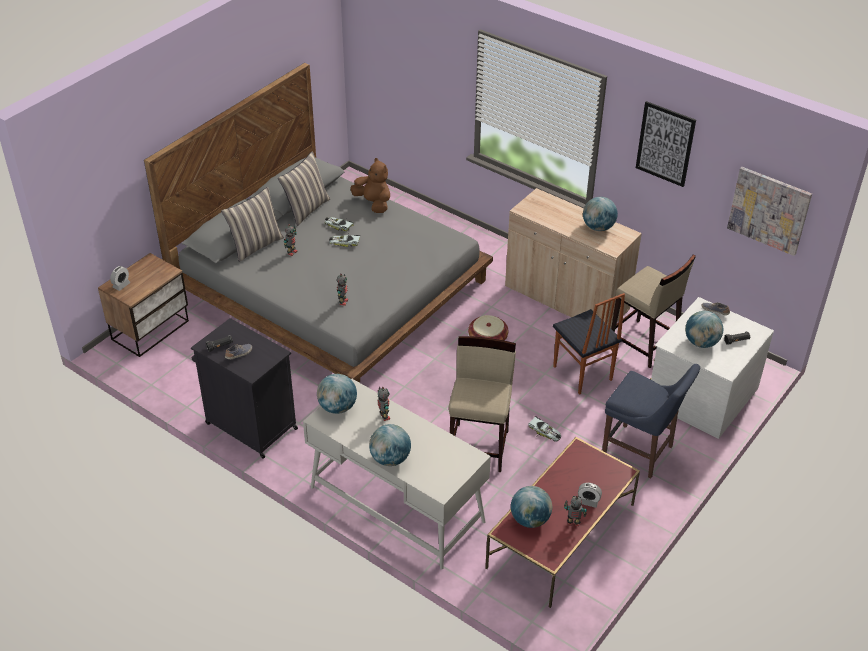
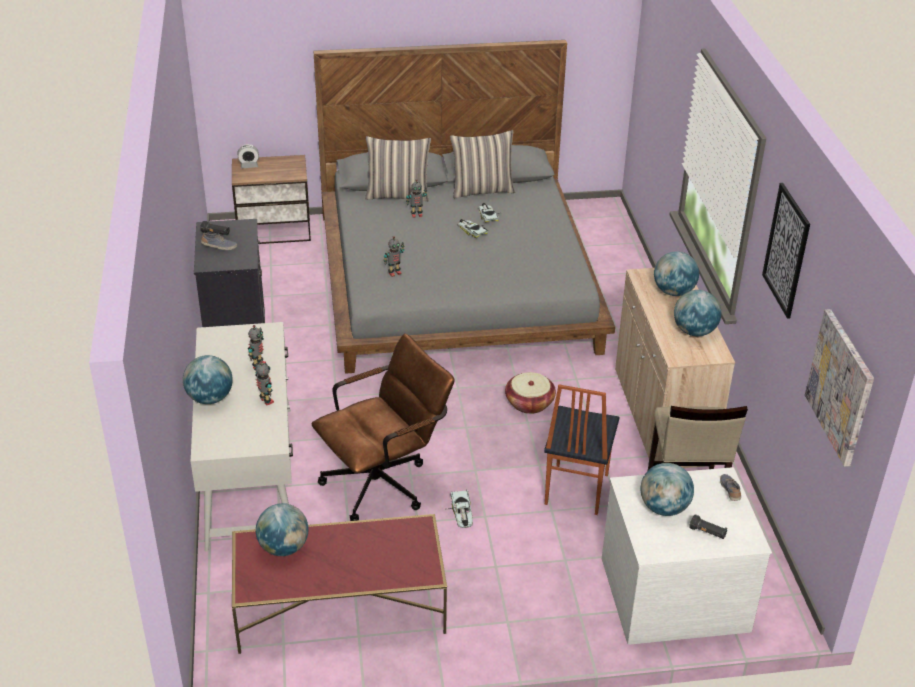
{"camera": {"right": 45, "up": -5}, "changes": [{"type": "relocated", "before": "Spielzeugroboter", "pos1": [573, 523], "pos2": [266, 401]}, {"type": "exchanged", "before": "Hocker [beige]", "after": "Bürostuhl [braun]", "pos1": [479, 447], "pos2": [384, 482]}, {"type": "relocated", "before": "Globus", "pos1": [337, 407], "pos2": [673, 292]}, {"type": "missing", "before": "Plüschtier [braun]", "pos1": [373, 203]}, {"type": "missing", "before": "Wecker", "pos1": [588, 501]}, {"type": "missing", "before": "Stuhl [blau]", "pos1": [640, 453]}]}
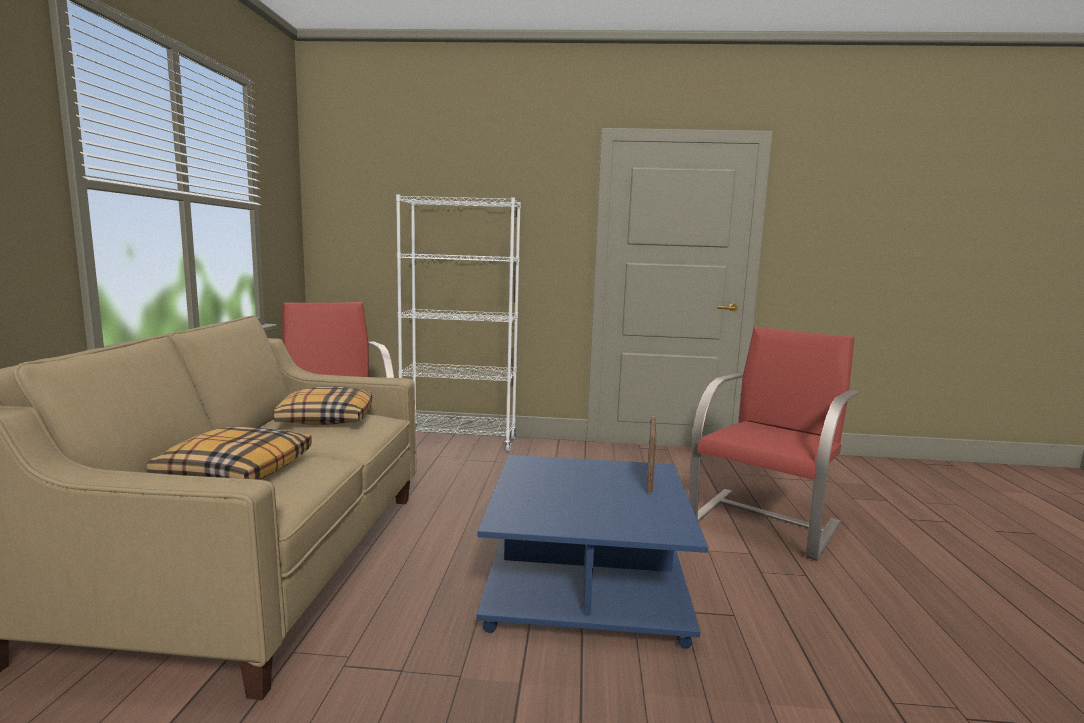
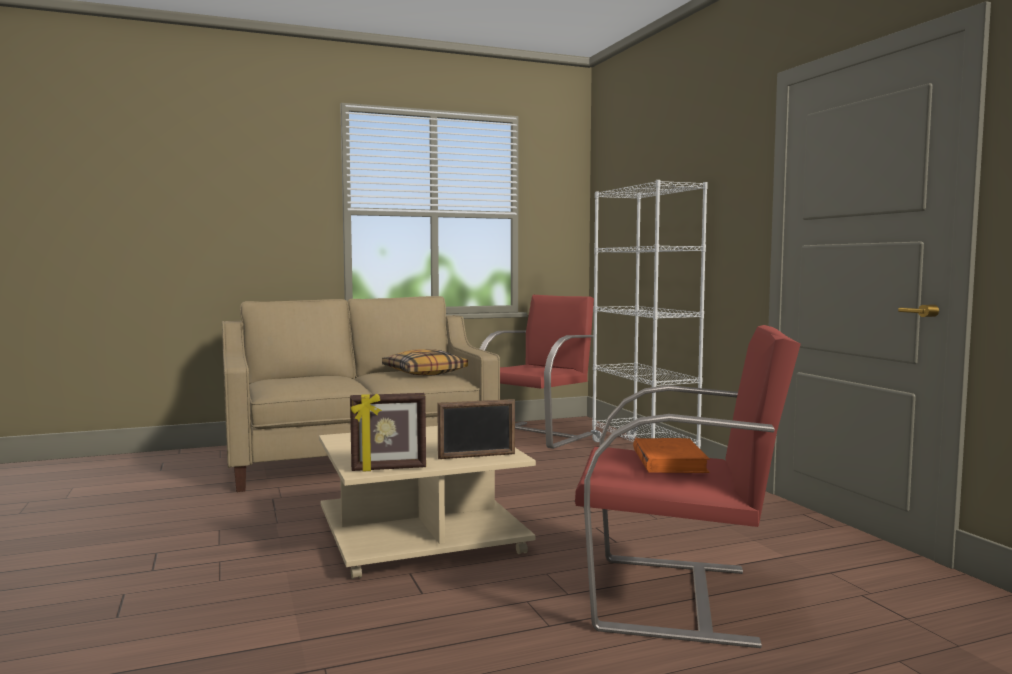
{"camera": {"right": 65, "up": -5}, "changes": [{"type": "colour", "before": "Couchtisch [blau]", "after": "Couchtisch [beige]", "pos1": [584, 582], "pos2": [422, 534]}, {"type": "appeared", "after": "Bilderrahmen", "pos2": [389, 469]}, {"type": "appeared", "after": "Buch [orange]", "pos2": [669, 461]}, {"type": "missing", "before": "Kissen", "pos1": [236, 470]}]}
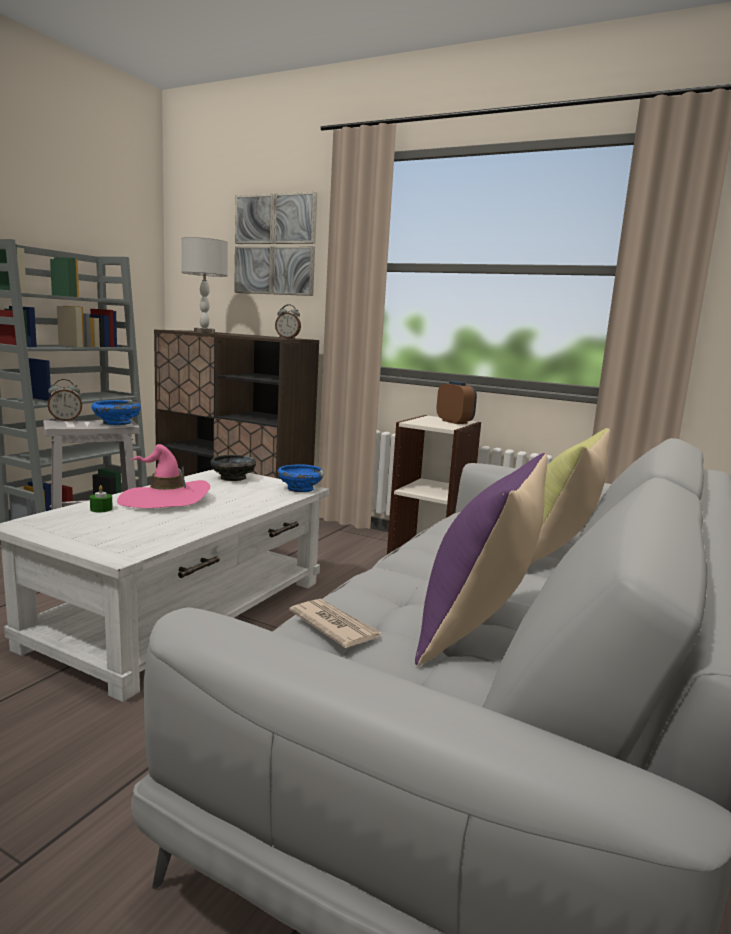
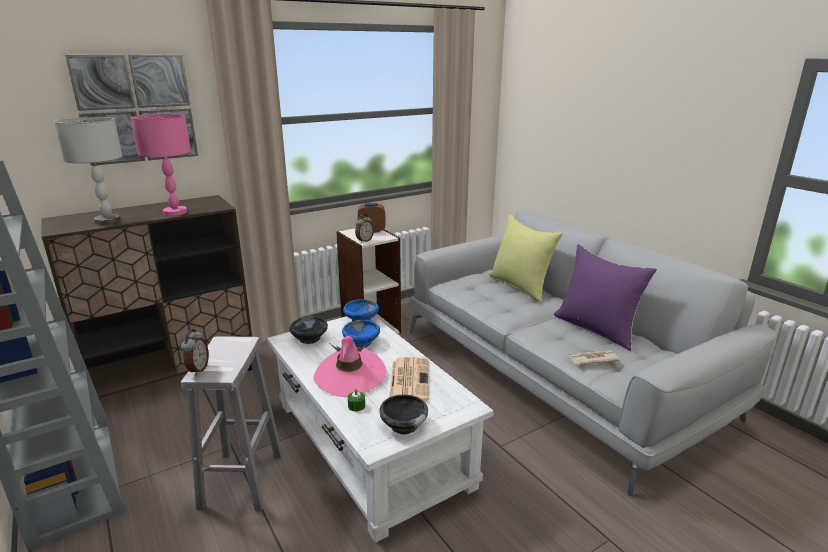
{"camera": {"right": -60, "up": 10}, "changes": [{"type": "appeared", "after": "Tischlampe [rosa]", "pos2": [175, 212]}, {"type": "relocated", "before": "Schüssel [blau]", "pos1": [116, 423], "pos2": [361, 342]}, {"type": "relocated", "before": "Wecker", "pos1": [287, 338], "pos2": [364, 241]}, {"type": "appeared", "after": "Schüssel [schwarz]", "pos2": [404, 425]}, {"type": "appeared", "after": "Zeitung", "pos2": [409, 379]}]}
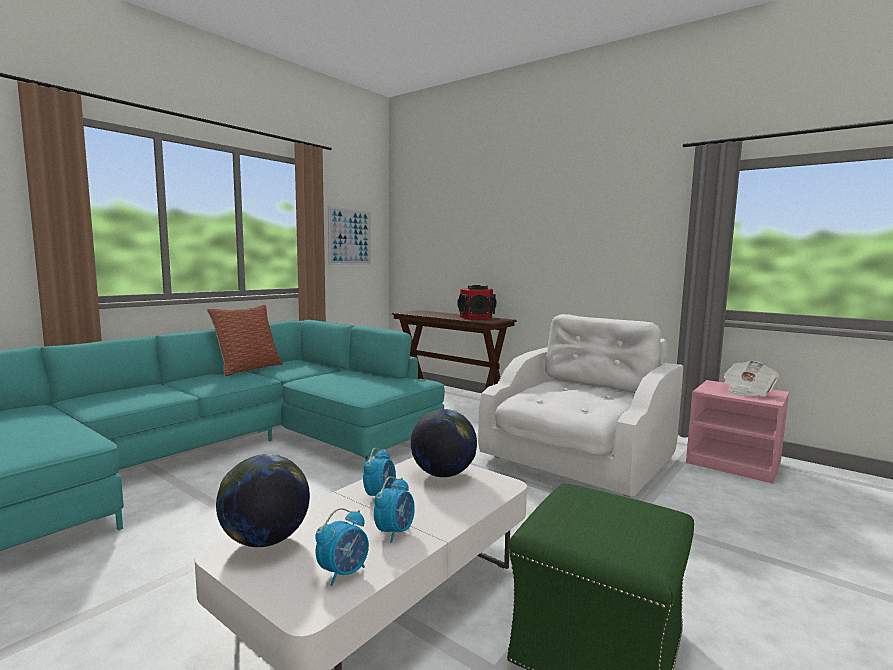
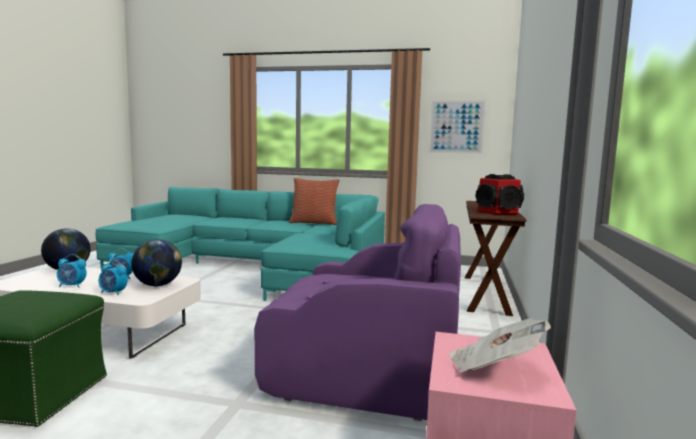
{"camera": {"right": 65, "up": 0}, "changes": [{"type": "relocated", "before": "Wecker", "pos1": [344, 572], "pos2": [113, 293]}, {"type": "colour", "before": "Sessel [weiß]", "after": "Sessel [lila]", "pos1": [578, 460], "pos2": [364, 367]}]}
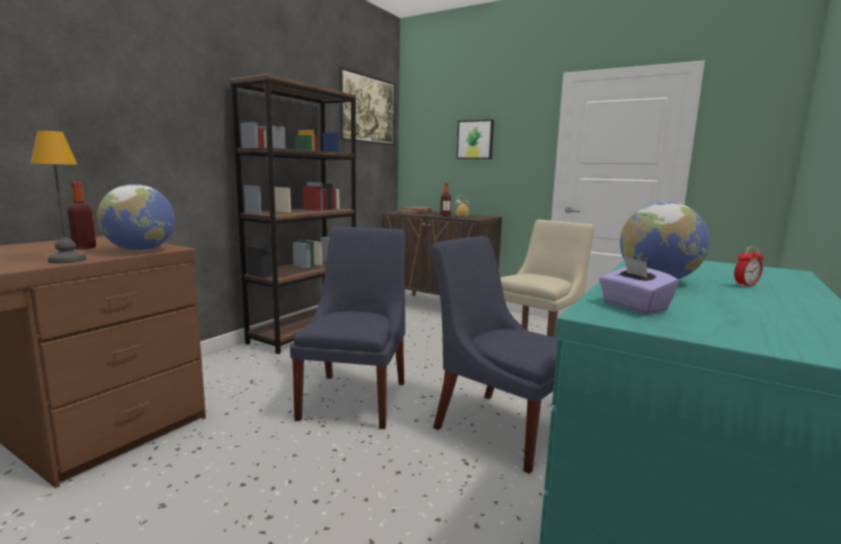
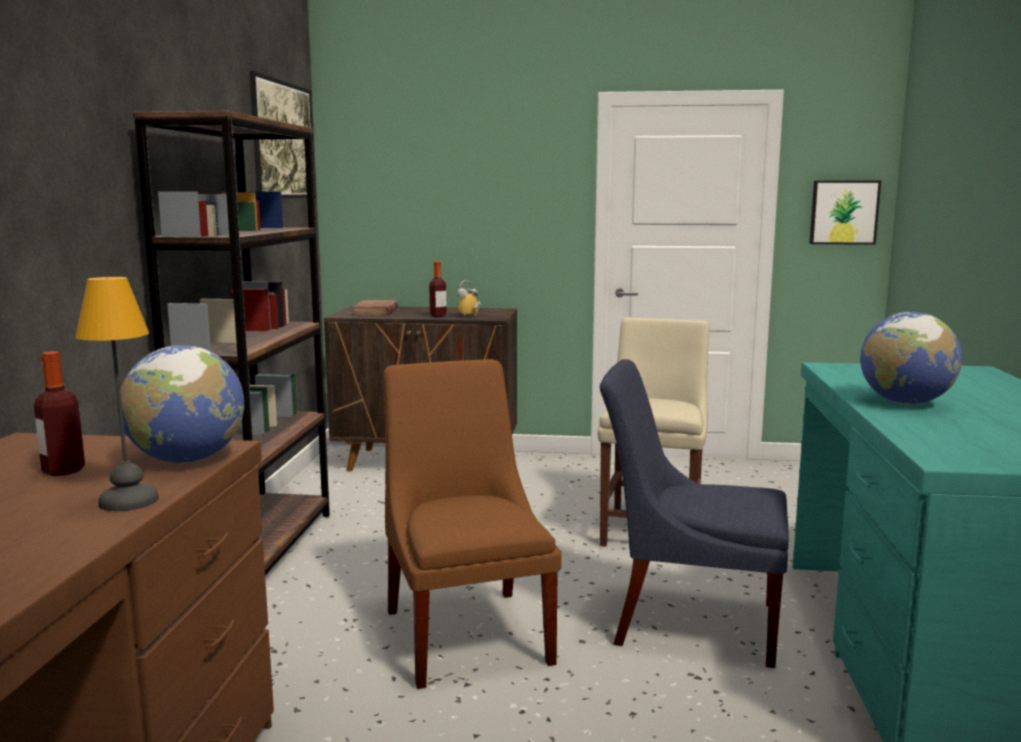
{"camera": {"right": -25, "up": 0}, "changes": [{"type": "colour", "before": "Stuhl [blau]", "after": "Stuhl [braun]", "pos1": [356, 397], "pos2": [466, 631]}, {"type": "relocated", "before": "Bild", "pos1": [475, 139], "pos2": [843, 212]}, {"type": "missing", "before": "Taschentuchbox [lila]", "pos1": [633, 307]}, {"type": "missing", "before": "Wecker", "pos1": [745, 285]}]}
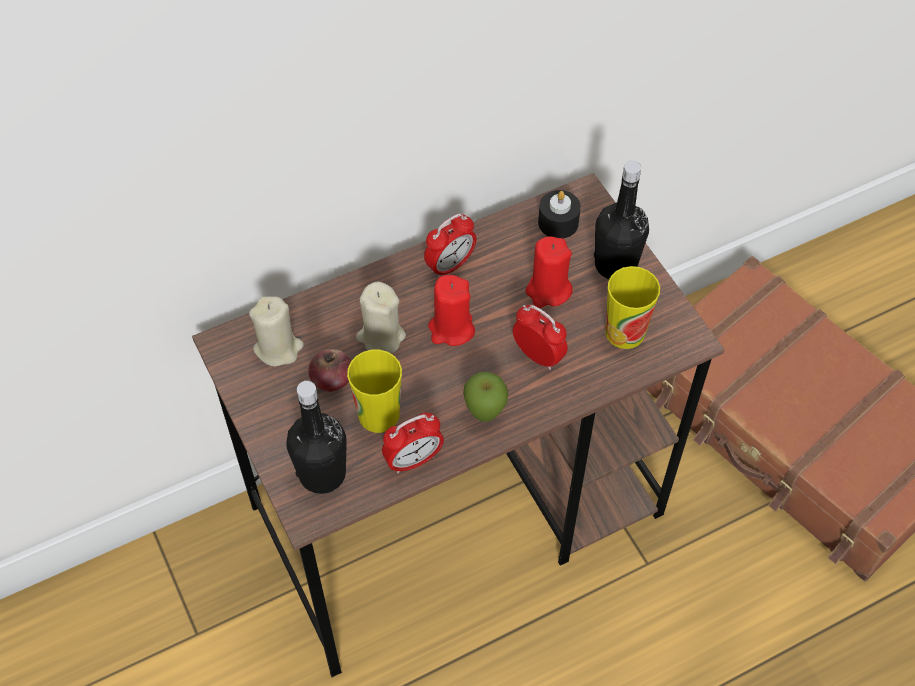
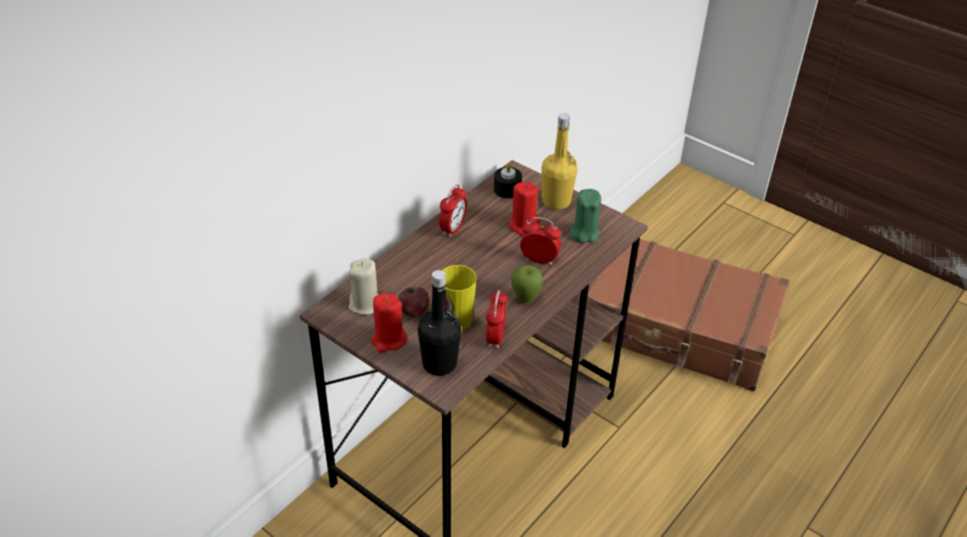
{"camera": {"right": -25, "up": -15}, "changes": [{"type": "relocated", "before": "Kerze [rot]", "pos1": [451, 329], "pos2": [388, 340]}, {"type": "spun", "before": "Wecker", "pos1": [413, 460], "pos2": [495, 338], "turn": 150}, {"type": "colour", "before": "Flasche [schwarz]", "after": "Flasche [gelb]", "pos1": [615, 265], "pos2": [556, 201]}, {"type": "exchanged", "before": "Tasse", "after": "Kerze [grün]", "pos1": [625, 332], "pos2": [584, 233]}, {"type": "missing", "before": "Kerze [beige]", "pos1": [381, 336]}]}
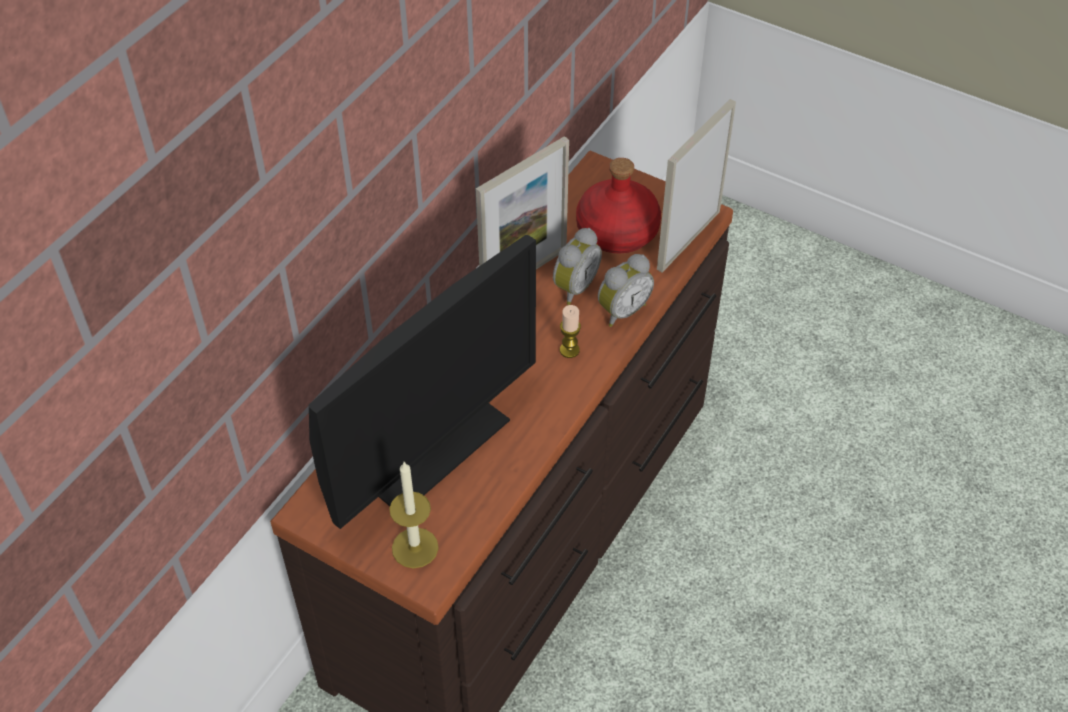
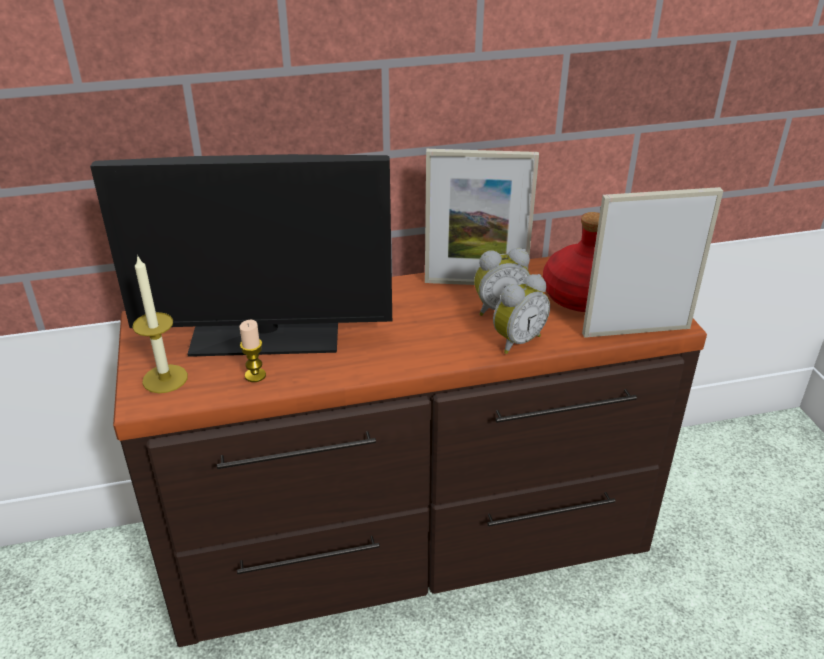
{"camera": {"right": 45, "up": -15}, "changes": [{"type": "relocated", "before": "Kerze", "pos1": [569, 350], "pos2": [255, 375]}, {"type": "spun", "before": "Wecker", "pos1": [621, 310], "pos2": [516, 341], "turn": -45}]}
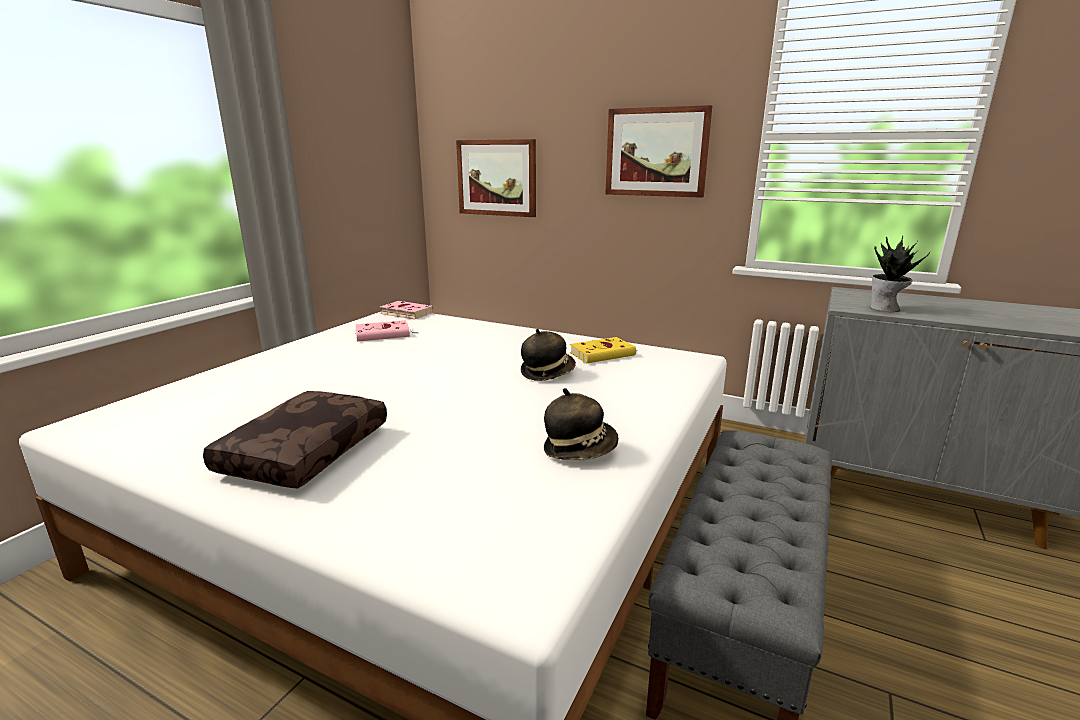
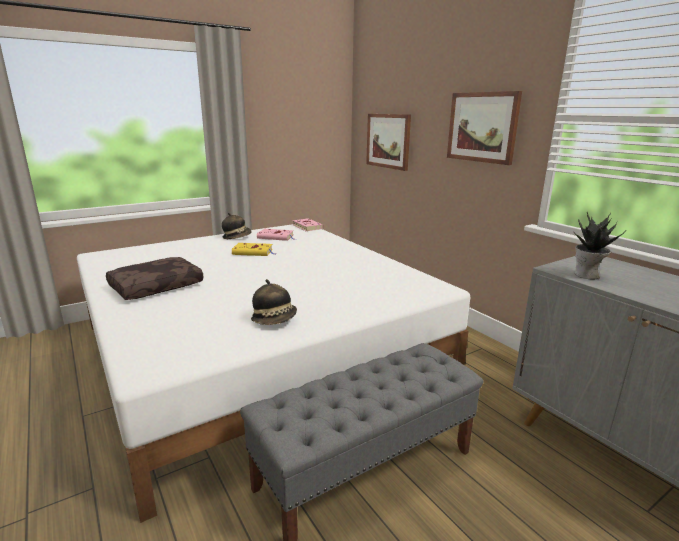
{"camera": {"right": 30, "up": 0}, "changes": [{"type": "relocated", "before": "Hut", "pos1": [547, 372], "pos2": [237, 237]}, {"type": "relocated", "before": "Buch [gelb]", "pos1": [604, 354], "pos2": [254, 252]}]}
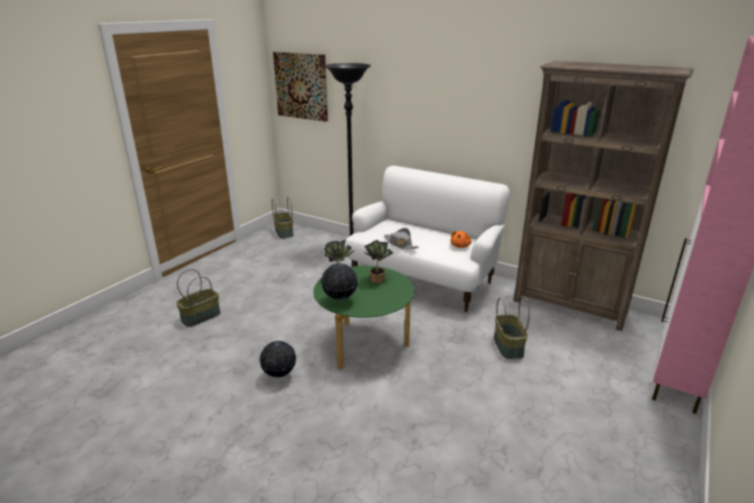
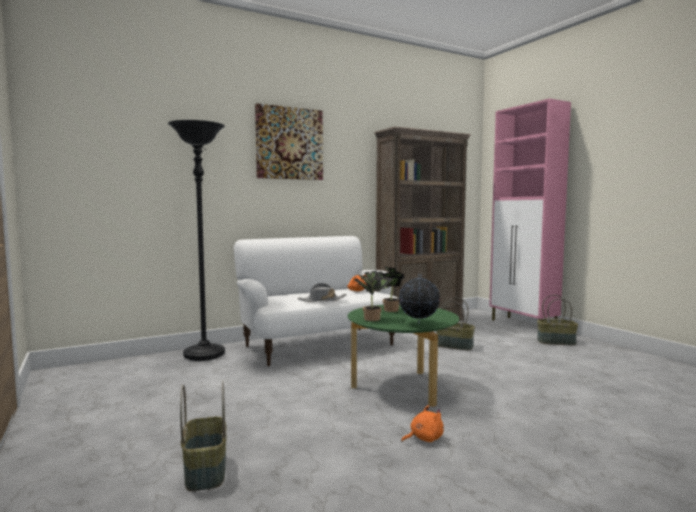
{"camera": {"right": -60, "up": -20}, "changes": [{"type": "relocated", "before": "Bild", "pos1": [301, 86], "pos2": [289, 143]}, {"type": "exchanged", "before": "Globus", "after": "Plüschtier [orange]", "pos1": [280, 377], "pos2": [424, 438]}, {"type": "relocated", "before": "Korb", "pos1": [284, 232], "pos2": [556, 342]}]}
